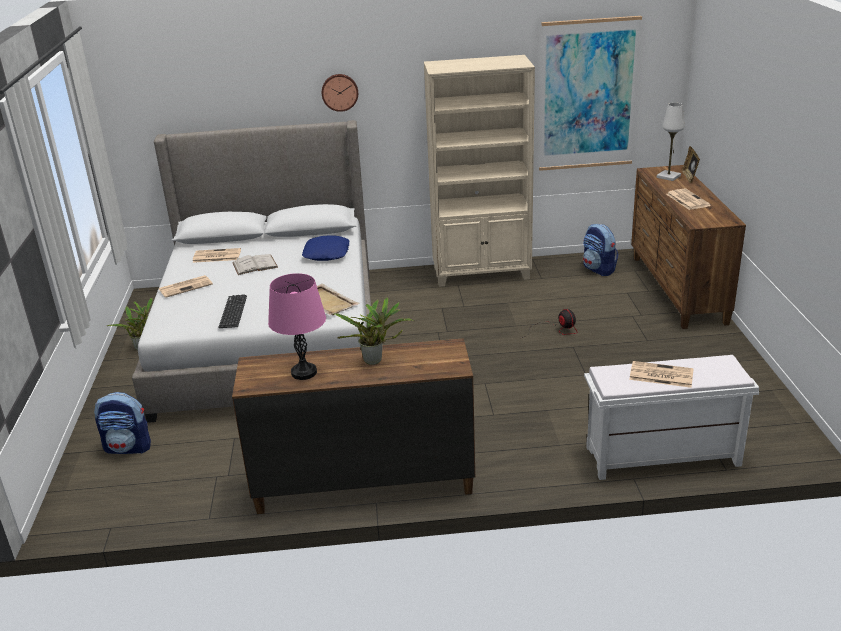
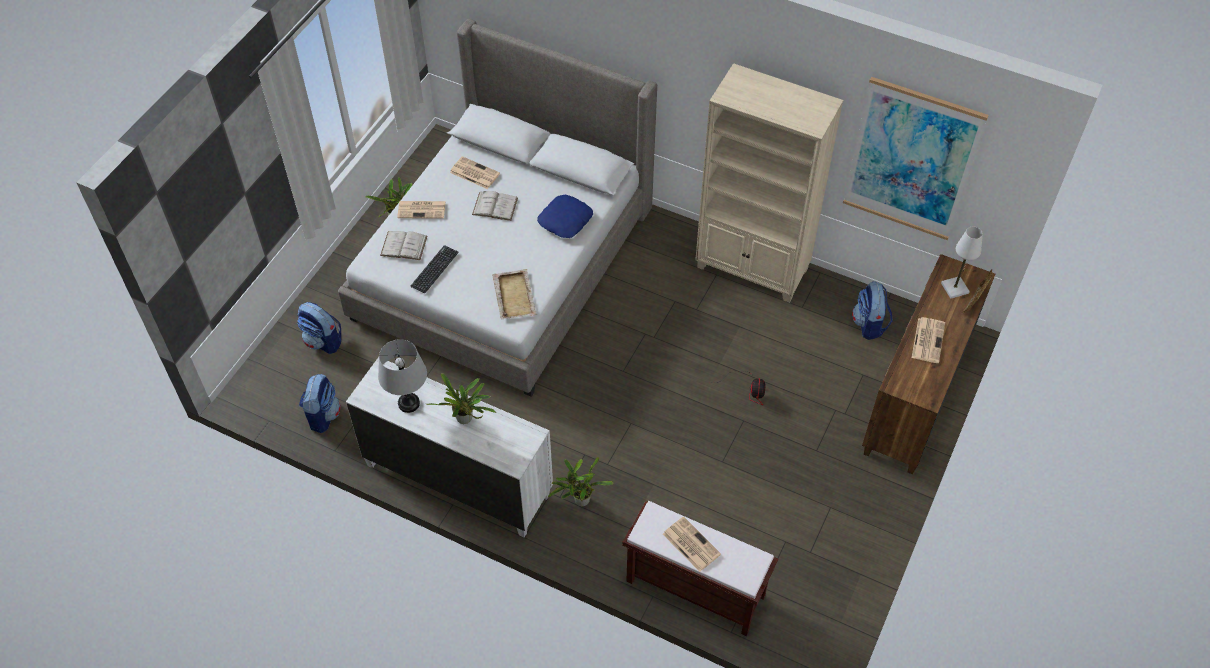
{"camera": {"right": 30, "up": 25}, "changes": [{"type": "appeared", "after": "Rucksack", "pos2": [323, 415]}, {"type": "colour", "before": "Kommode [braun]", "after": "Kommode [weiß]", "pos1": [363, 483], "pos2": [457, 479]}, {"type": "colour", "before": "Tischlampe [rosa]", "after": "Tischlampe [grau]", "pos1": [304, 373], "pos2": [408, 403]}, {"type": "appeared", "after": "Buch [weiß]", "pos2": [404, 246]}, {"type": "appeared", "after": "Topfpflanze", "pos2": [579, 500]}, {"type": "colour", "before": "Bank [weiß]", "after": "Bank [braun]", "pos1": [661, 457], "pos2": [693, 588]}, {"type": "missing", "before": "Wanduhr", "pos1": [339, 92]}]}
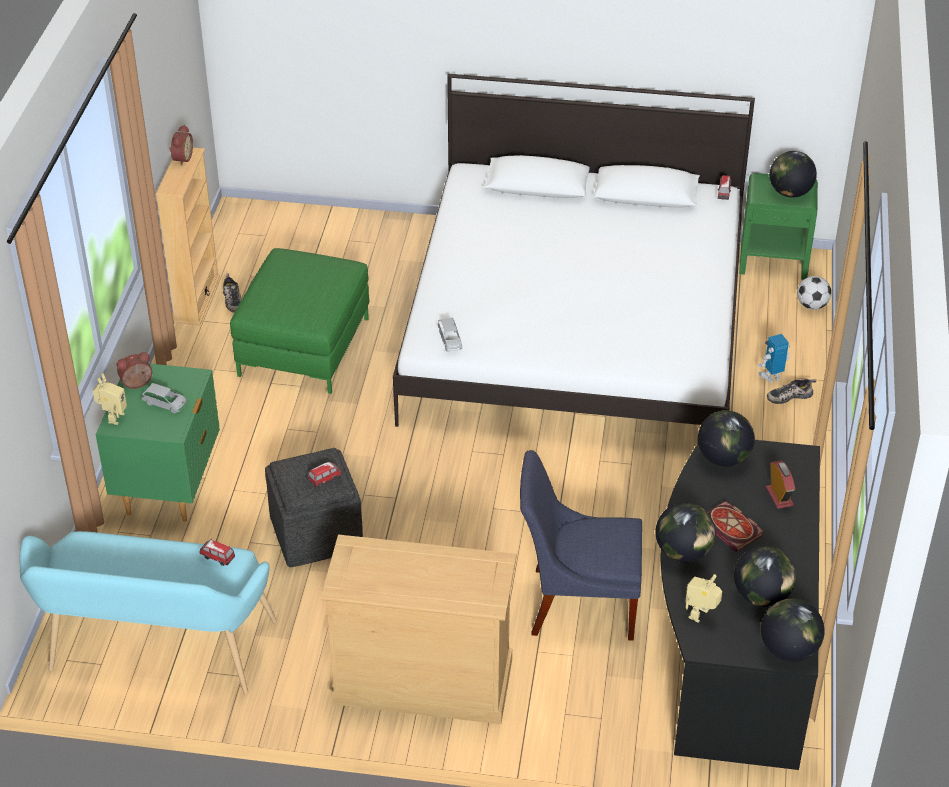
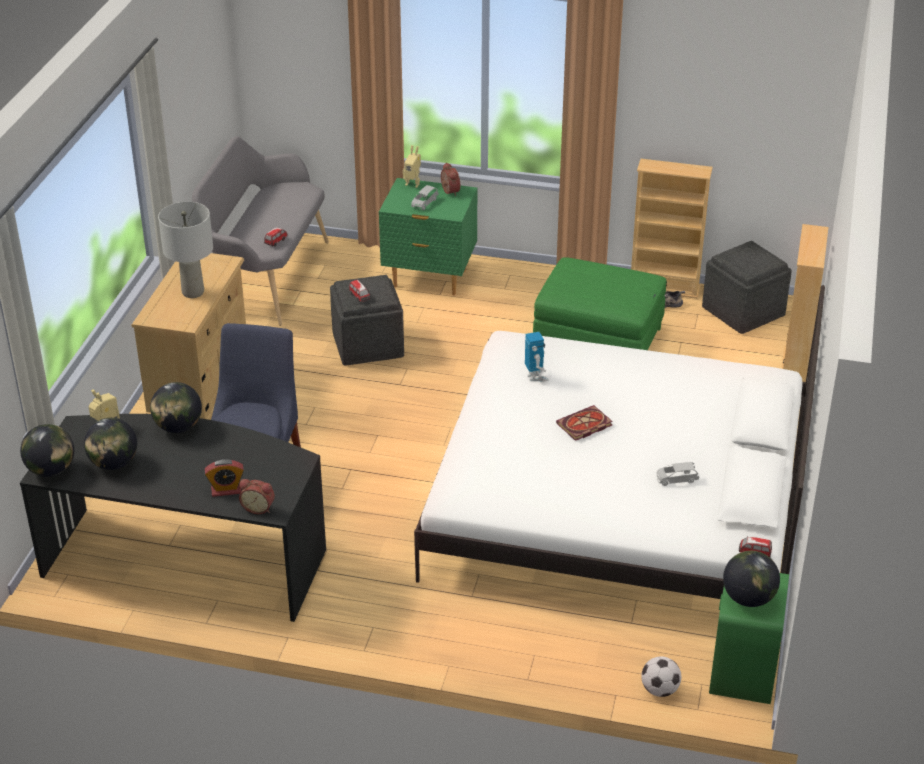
{"camera": {"right": 95, "up": -5}, "changes": [{"type": "appeared", "after": "Tischlampe [grau]", "pos2": [193, 292]}, {"type": "colour", "before": "Bank [türkis]", "after": "Bank [grau]", "pos1": [157, 653], "pos2": [266, 277]}, {"type": "relocated", "before": "Wecker", "pos1": [181, 158], "pos2": [258, 507]}, {"type": "relocated", "before": "Spielzeugroboter", "pos1": [771, 377], "pos2": [535, 376]}, {"type": "relocated", "before": "Buch", "pos1": [732, 528], "pos2": [584, 425]}, {"type": "relocated", "before": "Spielzeugauto [grau]", "pos1": [450, 340], "pos2": [676, 479]}, {"type": "appeared", "after": "Polsterhocker [grau]", "pos2": [744, 311]}, {"type": "appeared", "after": "Bücherregal [beige]", "pos2": [794, 369]}, {"type": "missing", "before": "Globus", "pos1": [723, 458]}, {"type": "missing", "before": "Schuh", "pos1": [789, 395]}]}
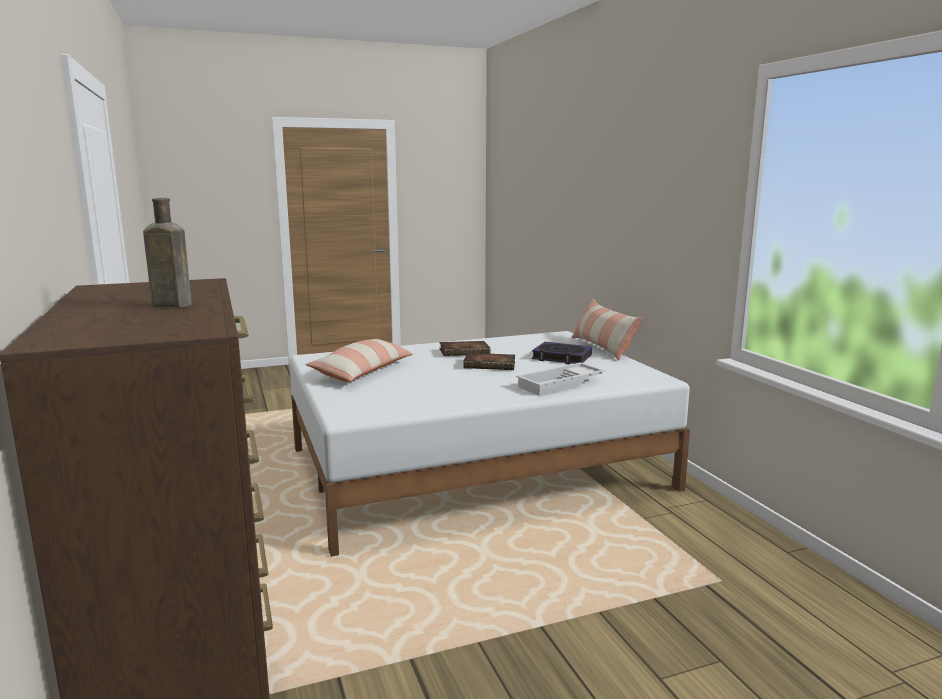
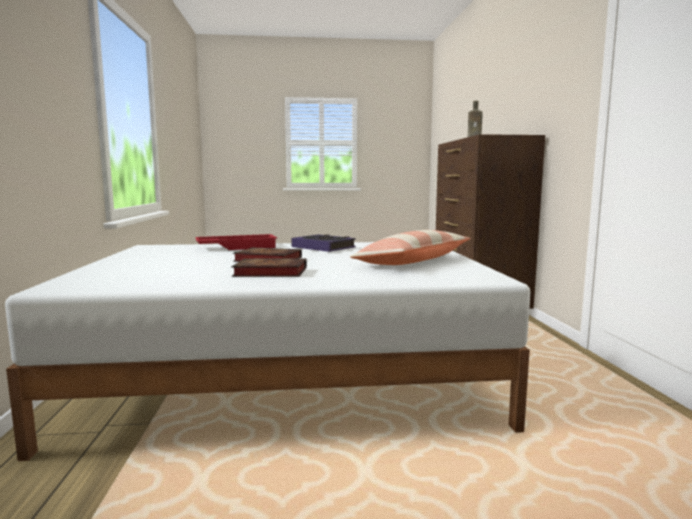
{"camera": {"right": -165, "up": -5}, "changes": [{"type": "colour", "before": "Tablett [weiß]", "after": "Tablett [rot]", "pos1": [561, 384], "pos2": [237, 247]}, {"type": "relocated", "before": "Buch", "pos1": [561, 357], "pos2": [323, 247]}, {"type": "missing", "before": "Kissen", "pos1": [603, 348]}]}
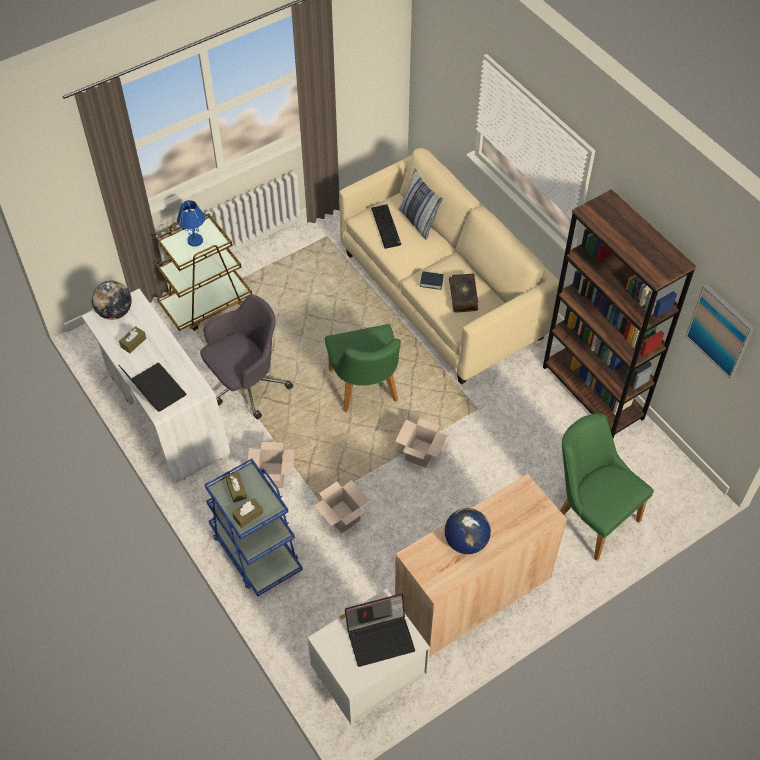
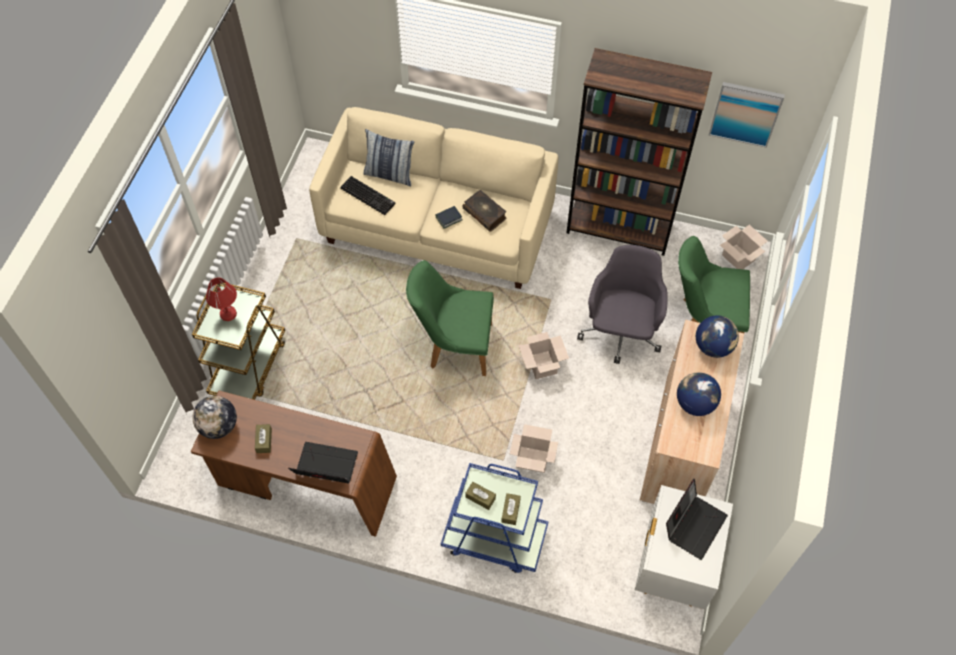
{"camera": {"right": -40, "up": 5}, "changes": [{"type": "colour", "before": "Schreibtisch [weiß]", "after": "Schreibtisch [braun]", "pos1": [164, 412], "pos2": [305, 484]}, {"type": "colour", "before": "Tischlampe [blau]", "after": "Tischlampe [rot]", "pos1": [195, 240], "pos2": [228, 314]}, {"type": "spun", "before": "Stuhl [grün]", "pos1": [366, 391], "pos2": [454, 346], "turn": 150}, {"type": "relocated", "before": "Bürostuhl [grau]", "pos1": [246, 385], "pos2": [621, 332]}, {"type": "appeared", "after": "Globus", "pos2": [713, 346]}, {"type": "relocated", "before": "Karton", "pos1": [273, 476], "pos2": [739, 258]}]}
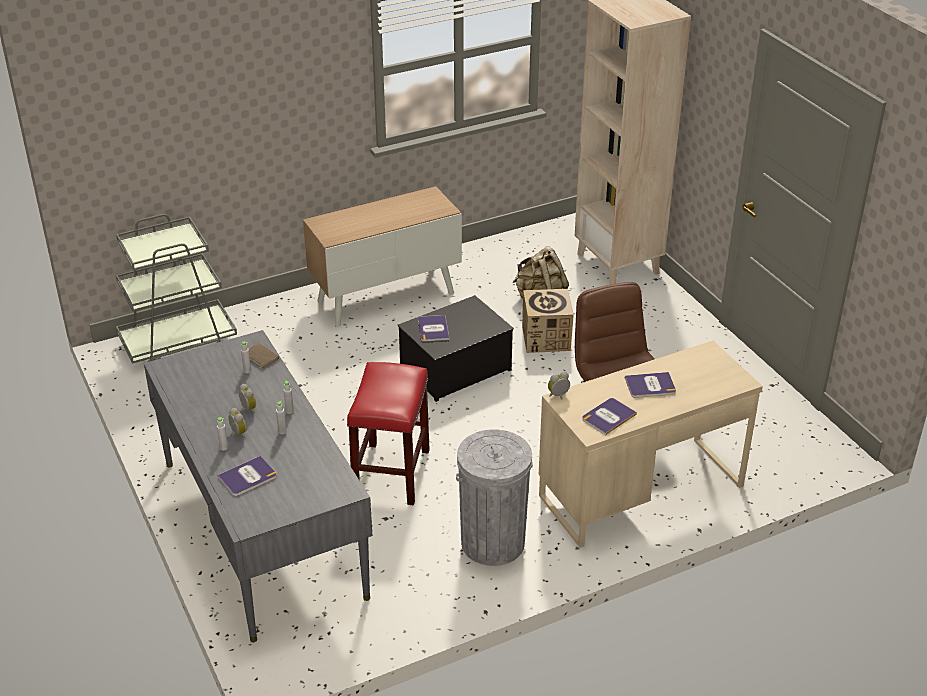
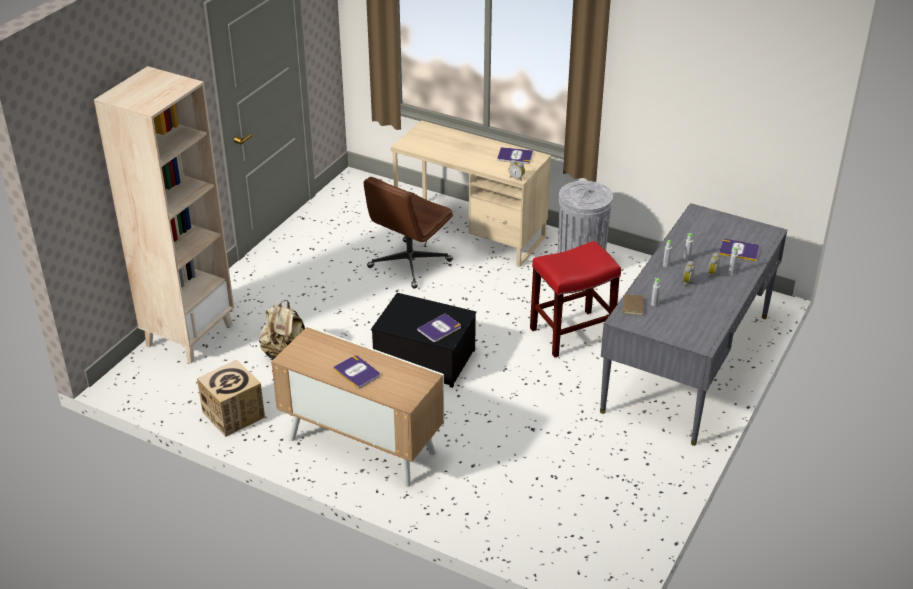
{"camera": {"right": -125, "up": 0}, "changes": [{"type": "relocated", "before": "Karton", "pos1": [546, 338], "pos2": [233, 414]}, {"type": "relocated", "before": "Buch", "pos1": [650, 386], "pos2": [357, 372]}, {"type": "missing", "before": "Rollwagen [grau]", "pos1": [179, 343]}]}
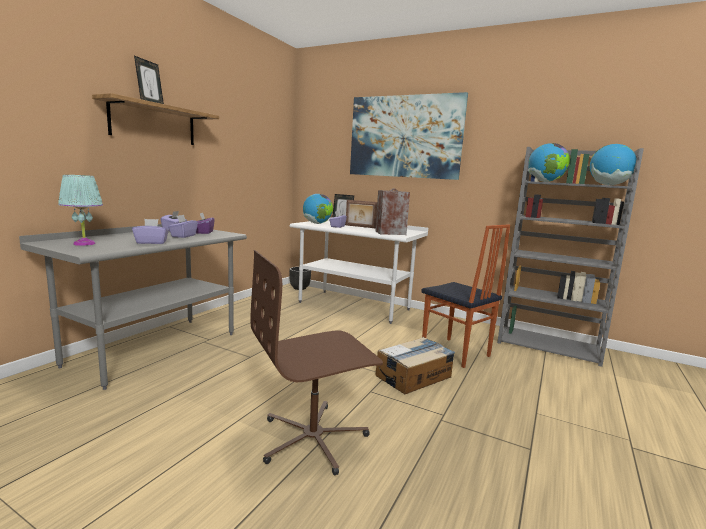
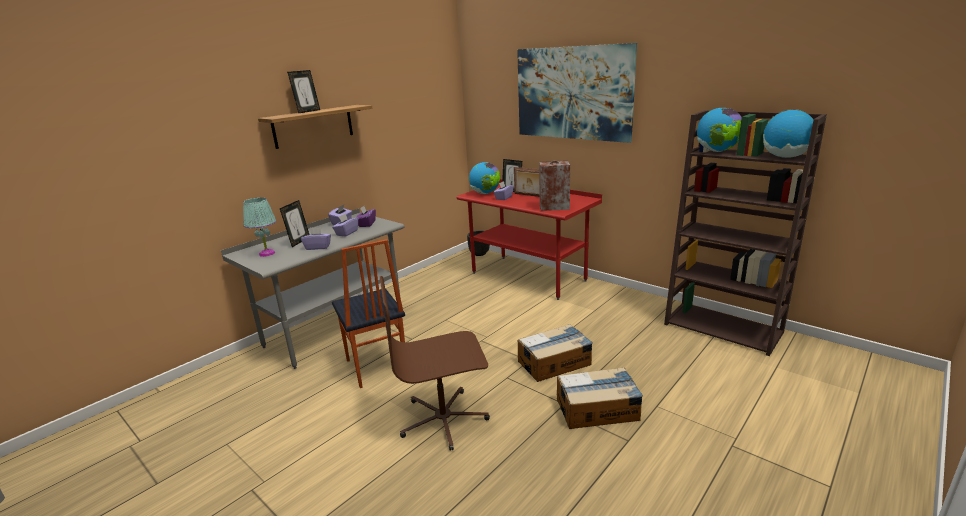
{"camera": {"right": 15, "up": 10}, "changes": [{"type": "appeared", "after": "Bilderrahmen", "pos2": [299, 242]}, {"type": "relocated", "before": "Stuhl", "pos1": [455, 353], "pos2": [375, 367]}, {"type": "colour", "before": "Schreibtisch [weiß]", "after": "Schreibtisch [rot]", "pos1": [354, 306], "pos2": [528, 276]}, {"type": "appeared", "after": "Karton", "pos2": [598, 409]}, {"type": "colour", "before": "Bücherregal [grau]", "after": "Bücherregal [braun]", "pos1": [549, 345], "pos2": [724, 328]}]}
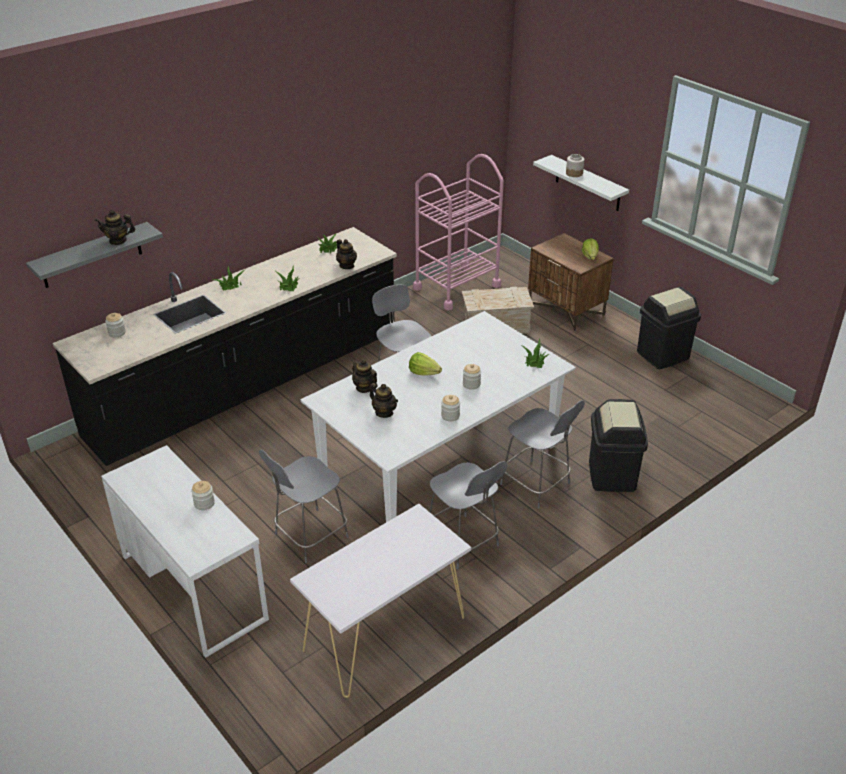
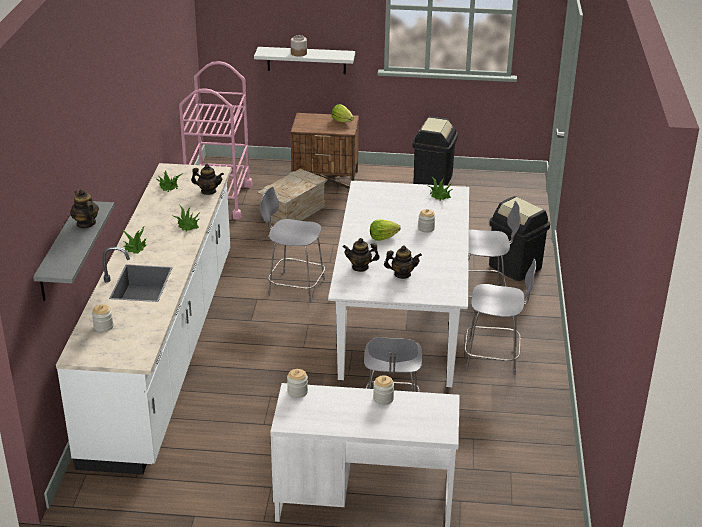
{"camera": {"right": -45, "up": -5}, "changes": [{"type": "colour", "before": "Küchenzeile [schwarz]", "after": "Küchenzeile [weiß]", "pos1": [247, 385], "pos2": [165, 350]}, {"type": "spun", "before": "Teekanne", "pos1": [118, 240], "pos2": [86, 223], "turn": 105}, {"type": "relocated", "before": "Vorratsglas", "pos1": [450, 416], "pos2": [297, 392]}, {"type": "missing", "before": "Konsolentisch [weiß]", "pos1": [384, 634]}]}
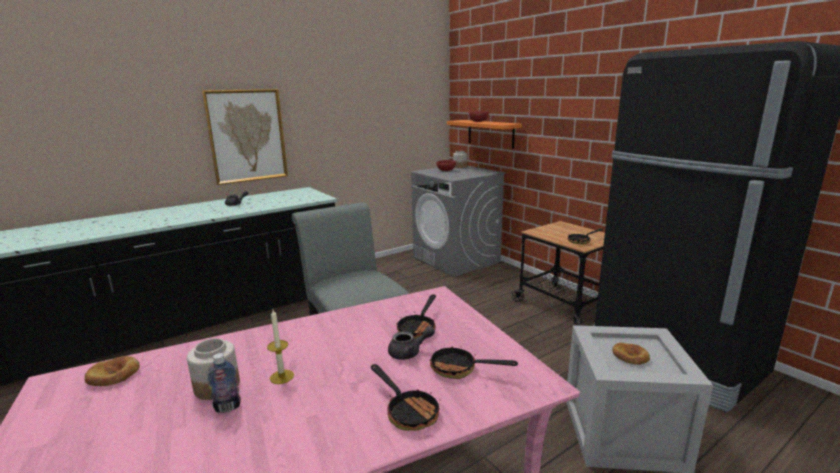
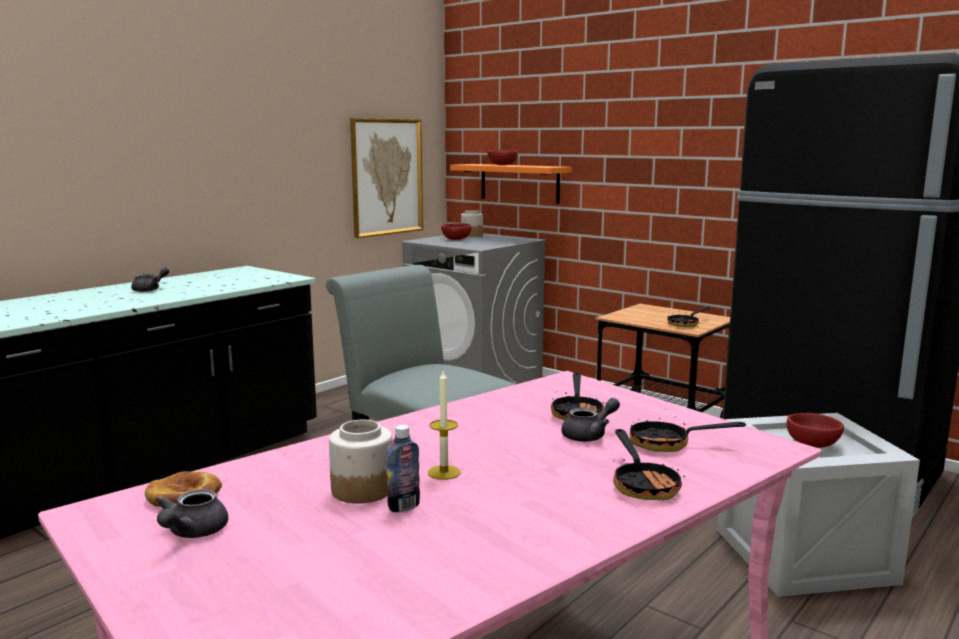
{"camera": {"right": -15, "up": -5}, "changes": [{"type": "appeared", "after": "Teekanne [grau]", "pos2": [192, 533]}, {"type": "relocated", "before": "Bild", "pos1": [247, 136], "pos2": [386, 177]}, {"type": "spun", "before": "Pfanne", "pos1": [408, 411], "pos2": [643, 484], "turn": 45}, {"type": "exchanged", "before": "Brot", "after": "Schüssel [rot]", "pos1": [630, 356], "pos2": [811, 444]}]}
